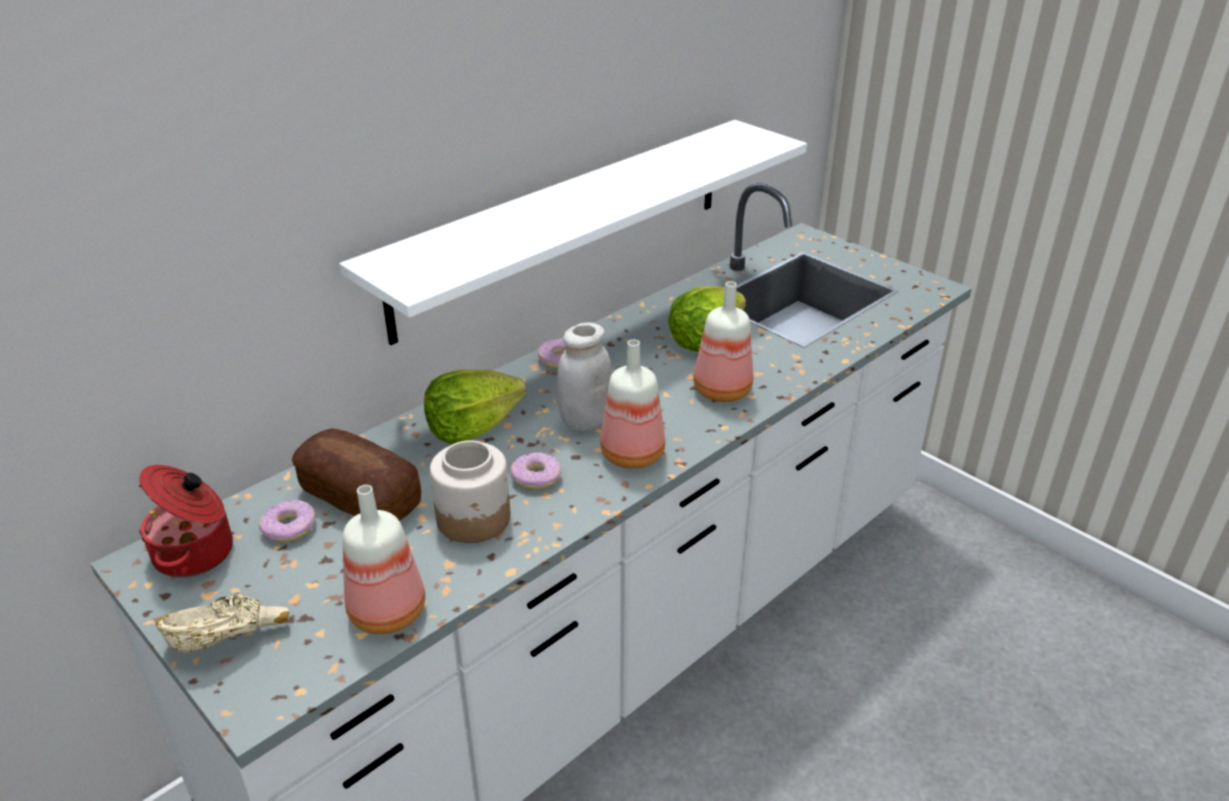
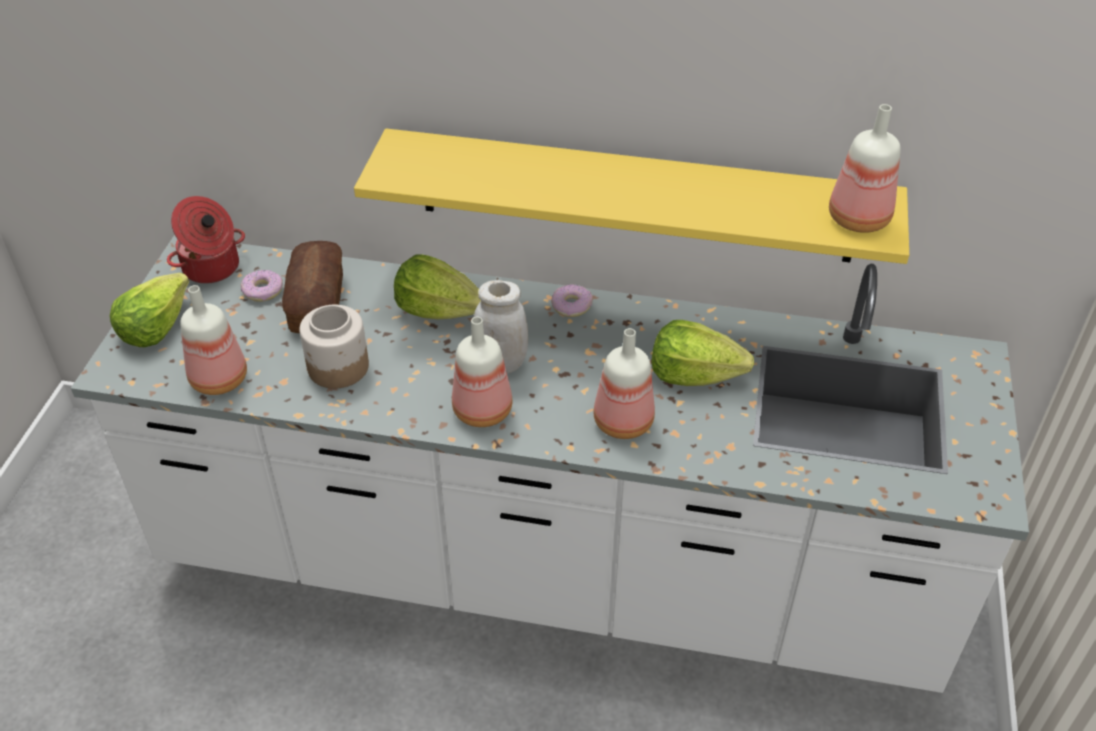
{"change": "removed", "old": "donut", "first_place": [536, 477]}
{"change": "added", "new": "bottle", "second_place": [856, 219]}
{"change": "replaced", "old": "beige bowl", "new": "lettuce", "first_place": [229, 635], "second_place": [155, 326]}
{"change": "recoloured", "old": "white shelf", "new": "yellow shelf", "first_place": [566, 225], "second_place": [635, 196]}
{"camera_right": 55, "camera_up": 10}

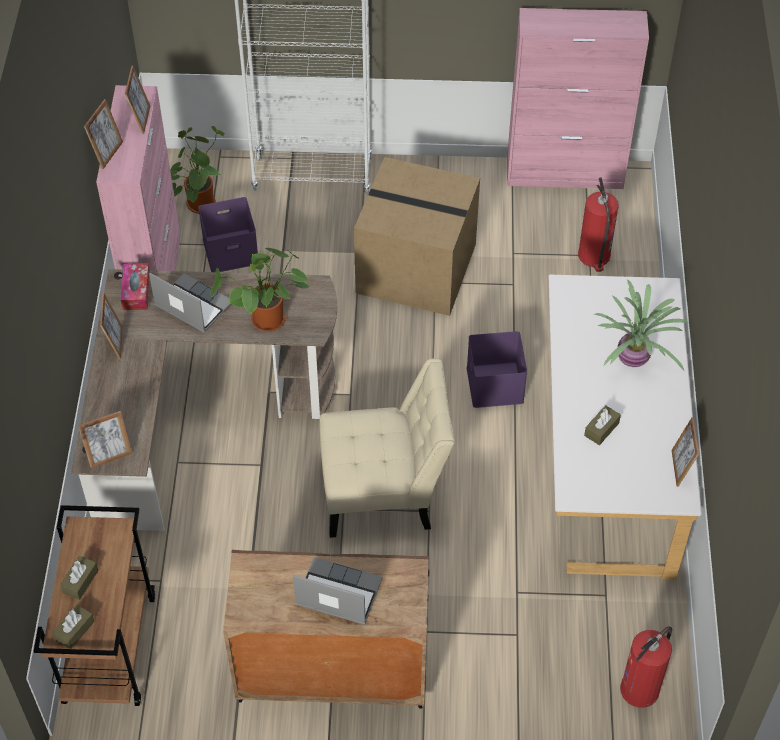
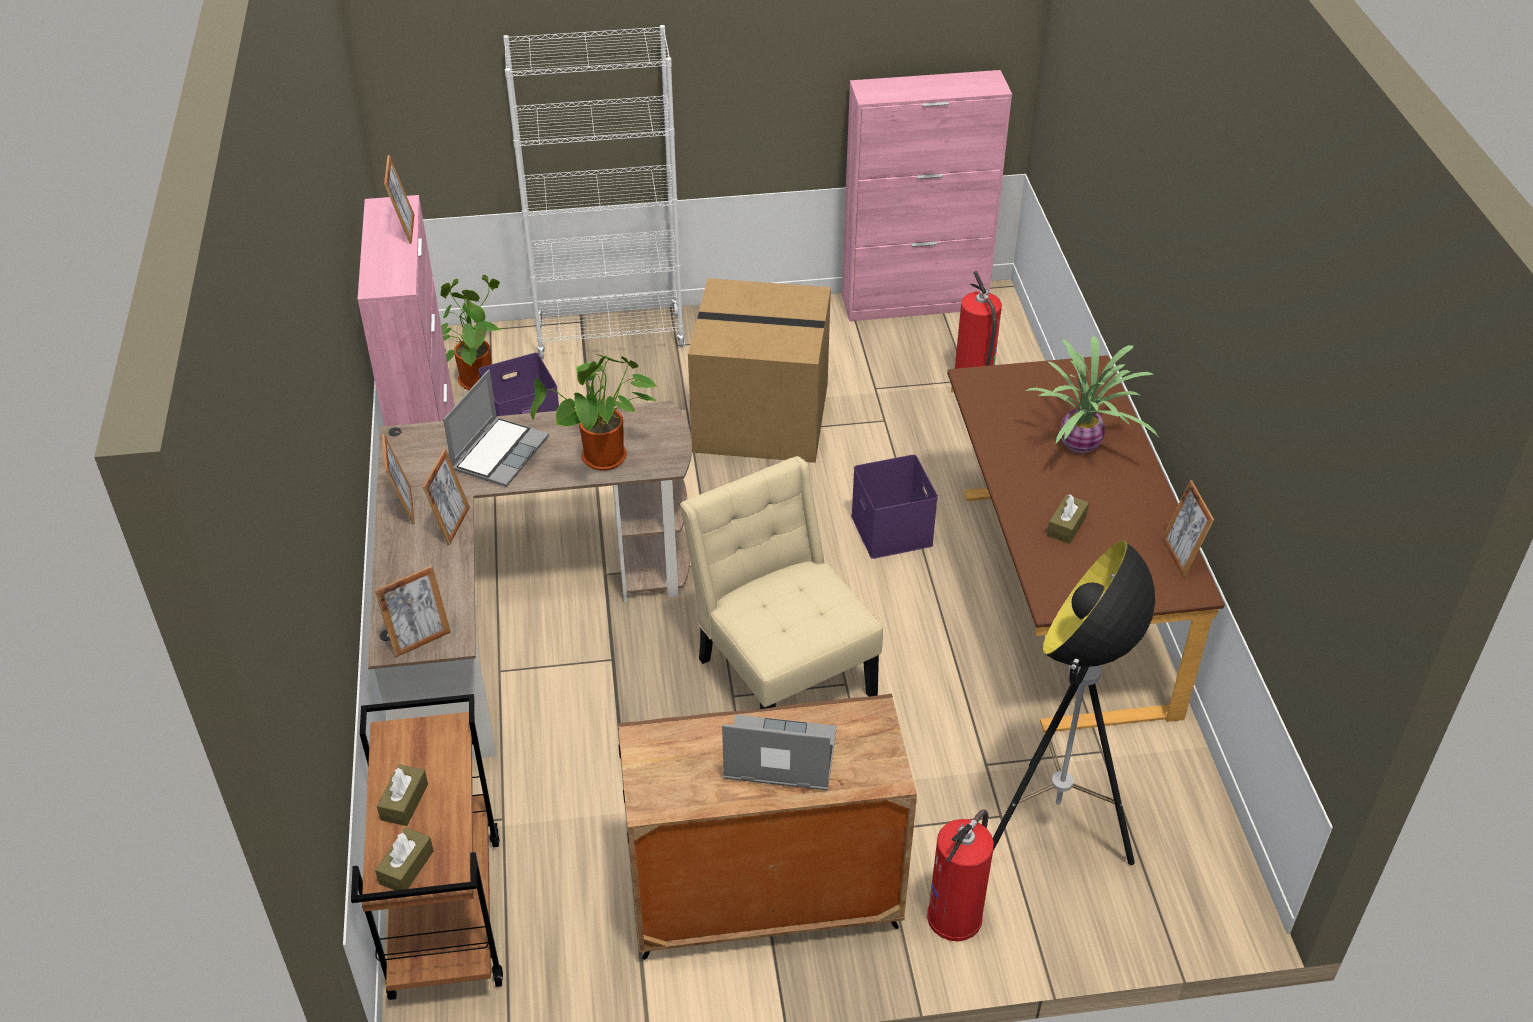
{"change": "removed", "old": "tissue box", "first_place": [136, 291]}
{"change": "added", "new": "floor lamp", "second_place": [1053, 832]}
{"change": "moved", "old": "picture frame", "first_place": [107, 153], "second_place": [451, 525]}
{"change": "moved", "old": "fire extinguisher", "first_place": [641, 688], "second_place": [956, 916]}
{"change": "recoloured", "old": "white desk", "new": "brown desk", "first_place": [607, 461], "second_place": [1055, 596]}
{"change": "turned", "old": "laptop", "first_place": [192, 305], "second_place": [500, 453], "degrees": 90}
{"change": "turned", "old": "beige chair", "first_place": [384, 492], "second_place": [782, 670], "degrees": -105}
{"camera_right": -10, "camera_up": -10}

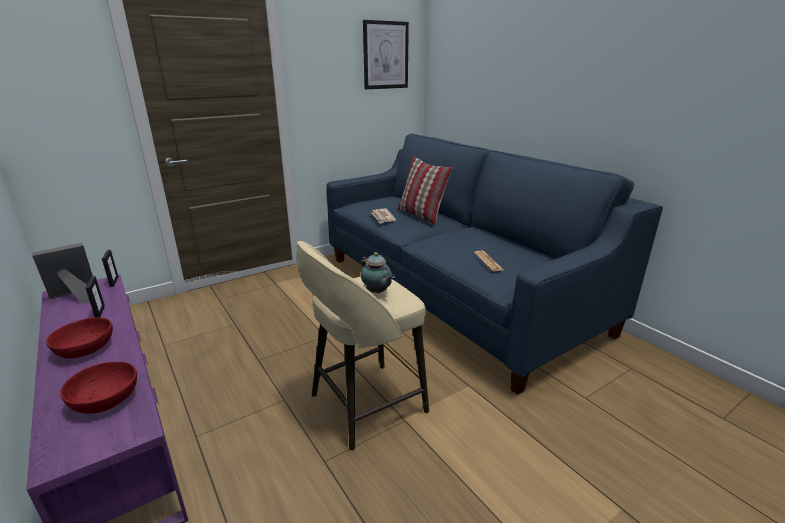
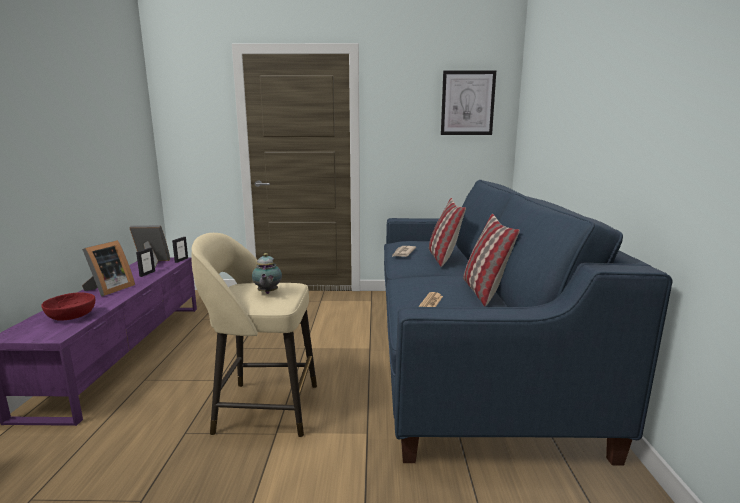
{"change": "added", "new": "pillow", "second_place": [483, 291]}
{"change": "replaced", "old": "red bowl", "new": "picture frame", "first_place": [85, 349], "second_place": [108, 290]}
{"camera_right": 35, "camera_up": -10}

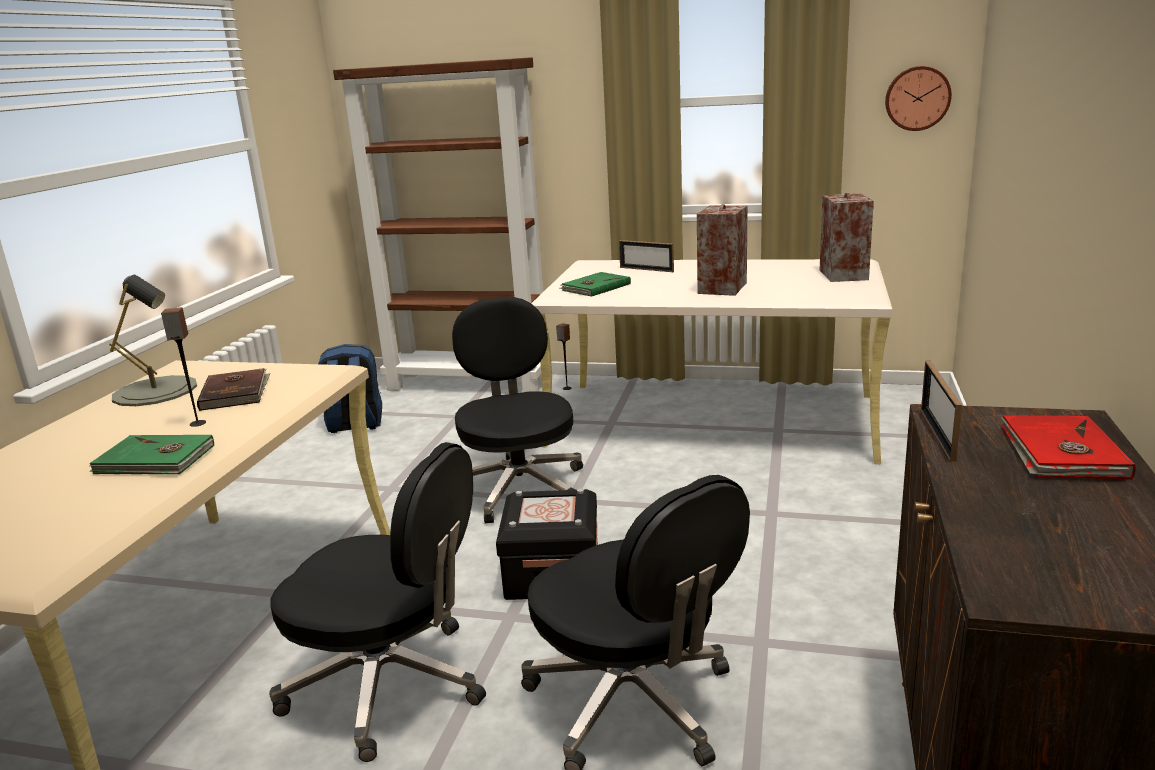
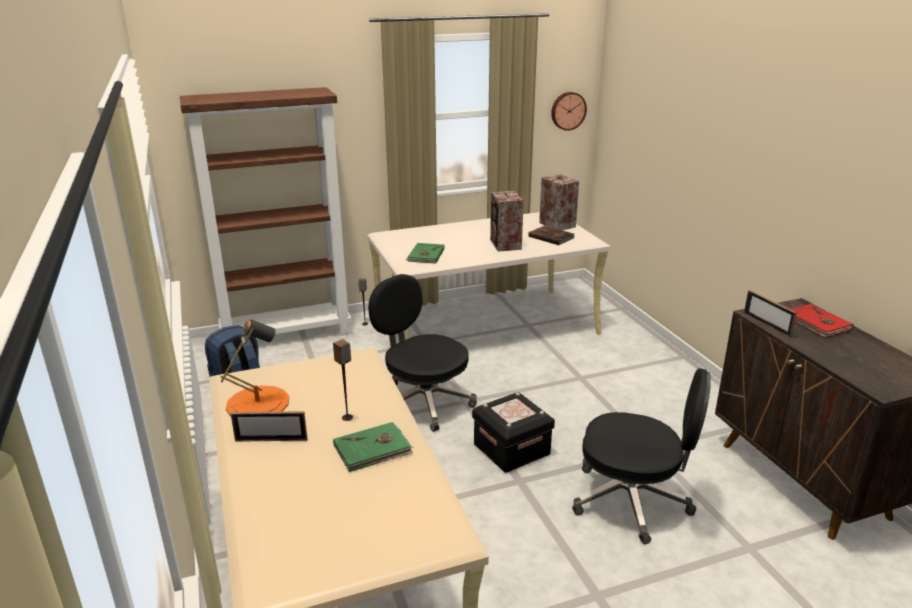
{"change": "removed", "old": "black office chair", "first_place": [390, 685]}
{"change": "moved", "old": "brown book", "first_place": [235, 392], "second_place": [551, 237]}
{"change": "moved", "old": "picture frame", "first_place": [646, 269], "second_place": [271, 440]}
{"change": "recoloured", "old": "grey table lamp", "new": "orange table lamp", "first_place": [155, 391], "second_place": [258, 403]}
{"camera_right": -35, "camera_up": 5}

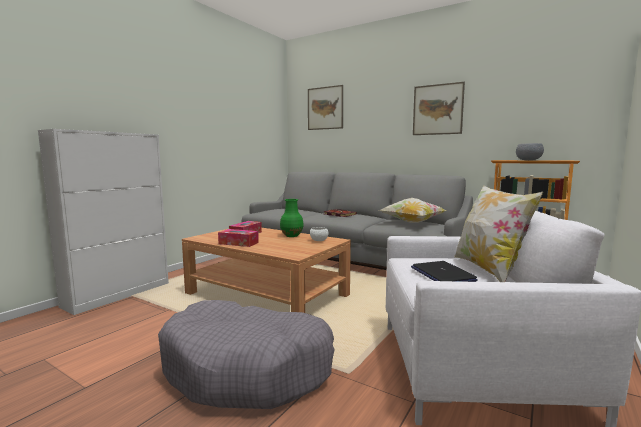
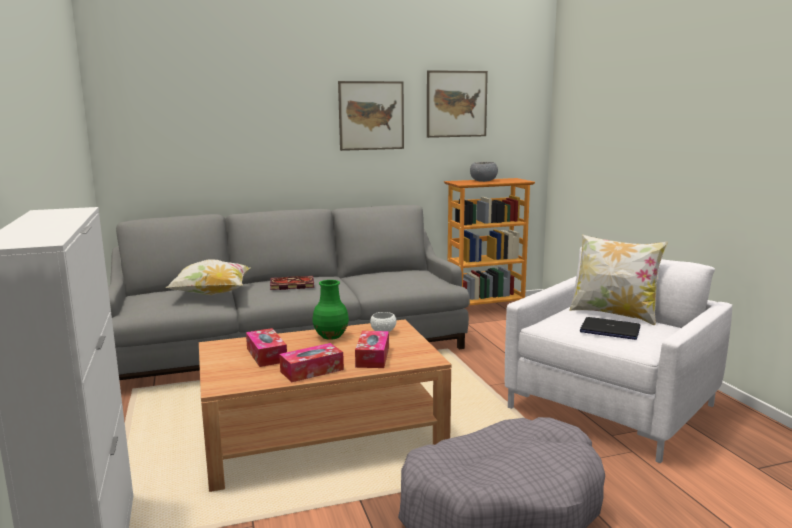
{"change": "added", "new": "tissue box", "second_place": [372, 357]}
{"change": "moved", "old": "picture", "first_place": [325, 108], "second_place": [456, 104]}
{"change": "moved", "old": "pillow", "first_place": [412, 222], "second_place": [212, 294]}
{"camera_right": -50, "camera_up": 5}

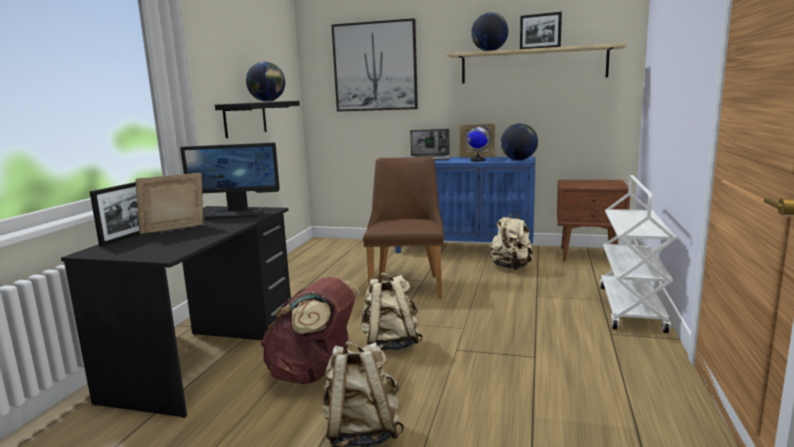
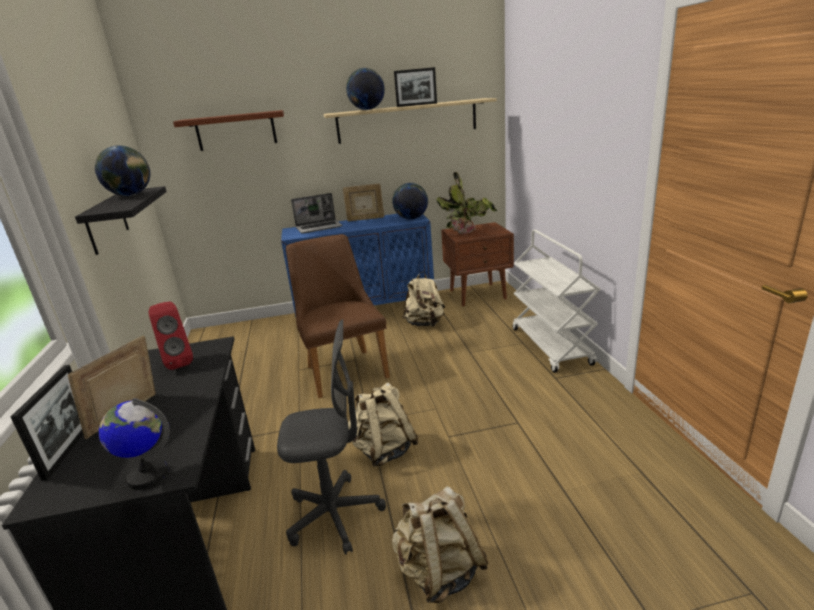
{"change": "added", "new": "potted plant", "second_place": [469, 232]}
{"change": "moved", "old": "globe", "first_place": [477, 160], "second_place": [148, 475]}
{"change": "replaced", "old": "monitor", "new": "red speaker", "first_place": [236, 213], "second_place": [178, 362]}
{"change": "replaced", "old": "brown backpack", "new": "grey office chair", "first_place": [313, 373], "second_place": [335, 515]}
{"change": "replaced", "old": "picture", "new": "brown shelf", "first_place": [375, 66], "second_place": [236, 131]}
{"camera_right": -25, "camera_up": 10}

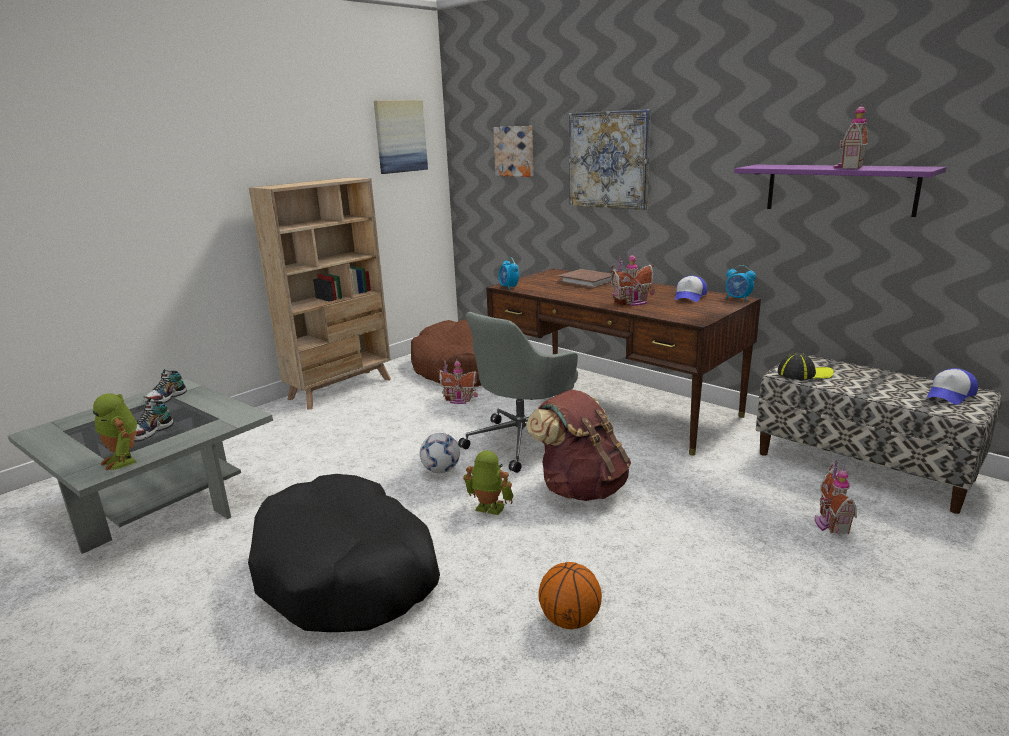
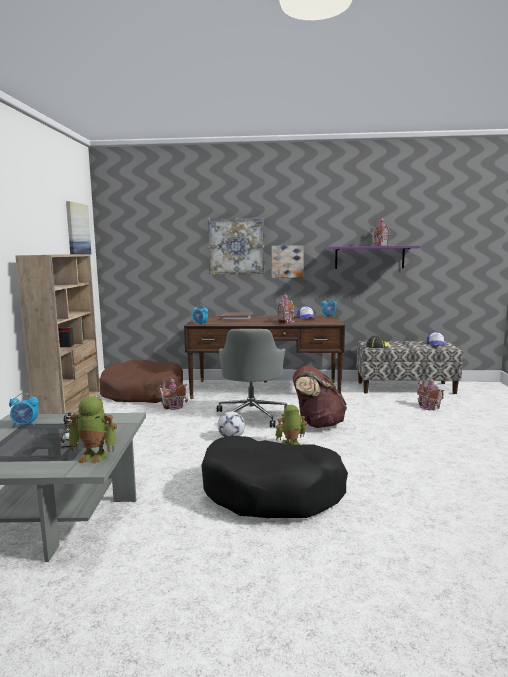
{"change": "removed", "old": "basketball", "first_place": [570, 620]}
{"change": "moved", "old": "picture", "first_place": [515, 151], "second_place": [287, 261]}
{"change": "replaced", "old": "shoe", "new": "alarm clock", "first_place": [166, 398], "second_place": [25, 425]}
{"camera_right": -40, "camera_up": -10}

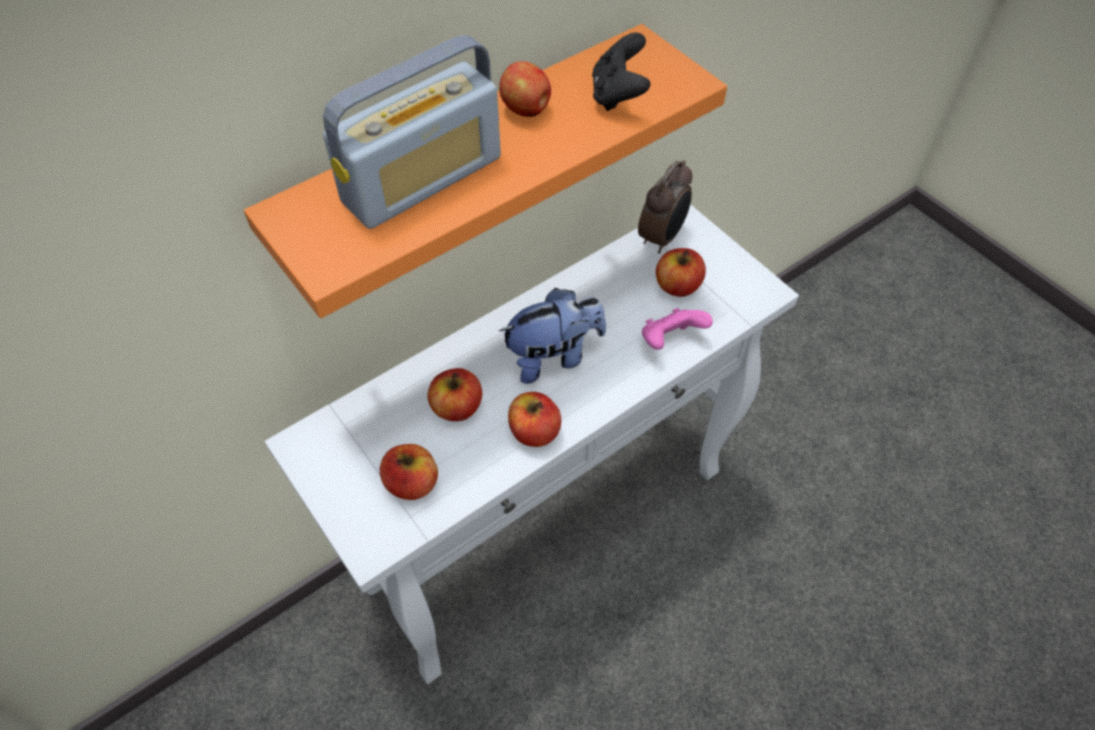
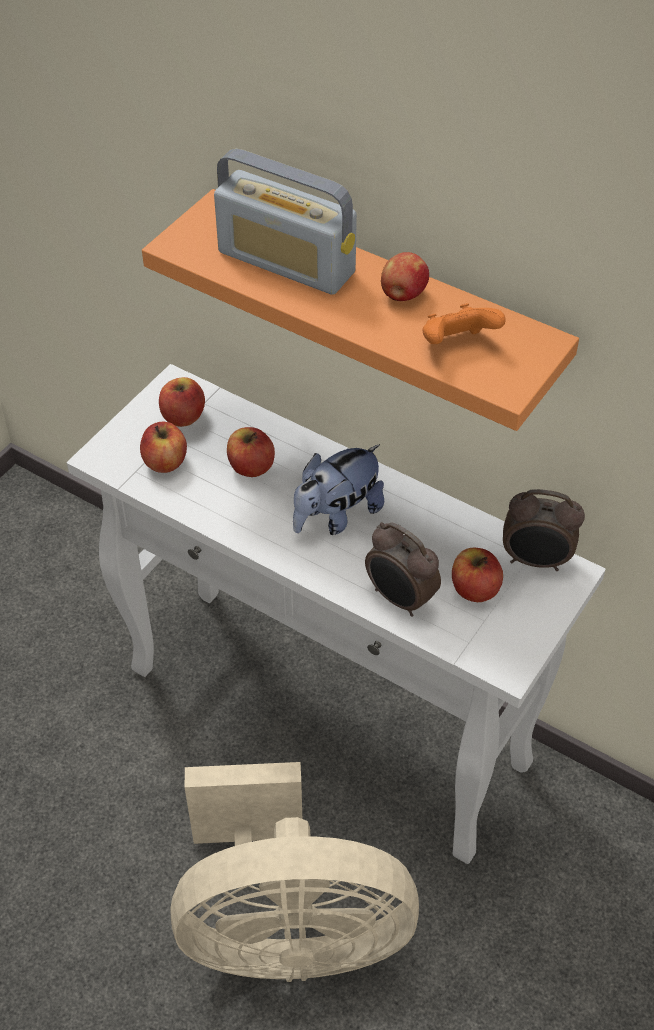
{"change": "added", "new": "beige fan", "second_place": [287, 931]}
{"change": "moved", "old": "apple", "first_place": [534, 432], "second_place": [183, 416]}
{"change": "replaced", "old": "pink game controller", "new": "alarm clock", "first_place": [670, 340], "second_place": [400, 599]}
{"change": "recoloured", "old": "black game controller", "new": "orange game controller", "first_place": [618, 95], "second_place": [457, 345]}
{"change": "turned", "old": "plush toy", "first_place": [553, 356], "second_place": [337, 515], "degrees": 90}
{"camera_right": 70, "camera_up": -5}

